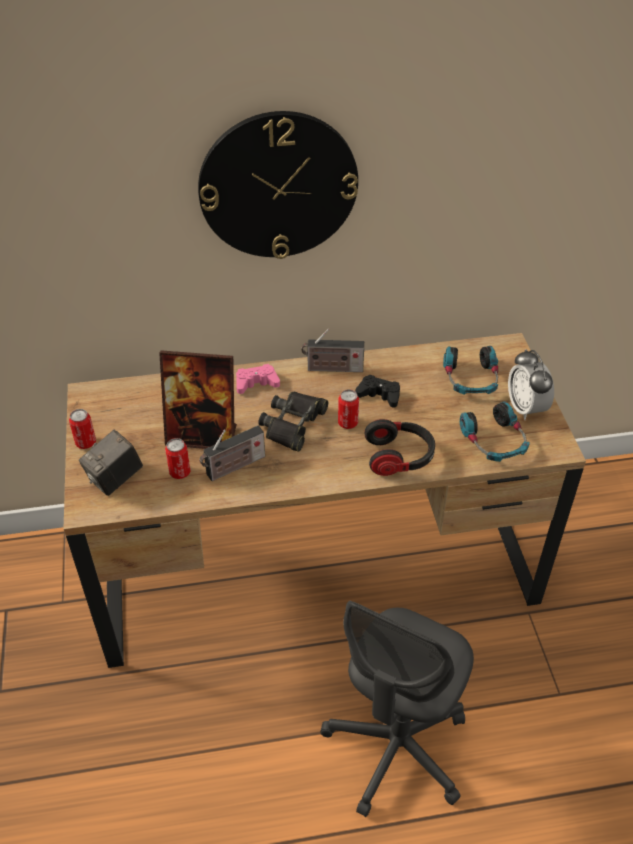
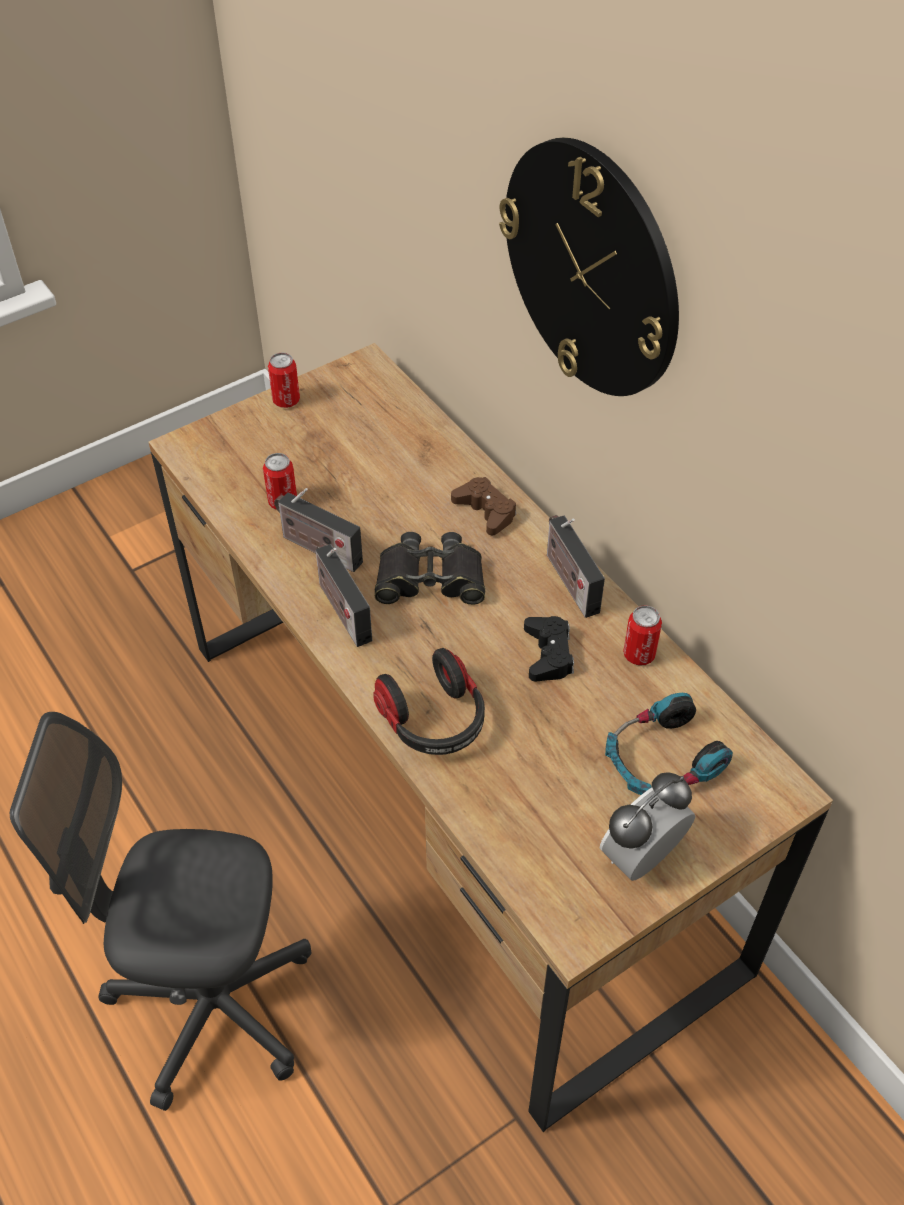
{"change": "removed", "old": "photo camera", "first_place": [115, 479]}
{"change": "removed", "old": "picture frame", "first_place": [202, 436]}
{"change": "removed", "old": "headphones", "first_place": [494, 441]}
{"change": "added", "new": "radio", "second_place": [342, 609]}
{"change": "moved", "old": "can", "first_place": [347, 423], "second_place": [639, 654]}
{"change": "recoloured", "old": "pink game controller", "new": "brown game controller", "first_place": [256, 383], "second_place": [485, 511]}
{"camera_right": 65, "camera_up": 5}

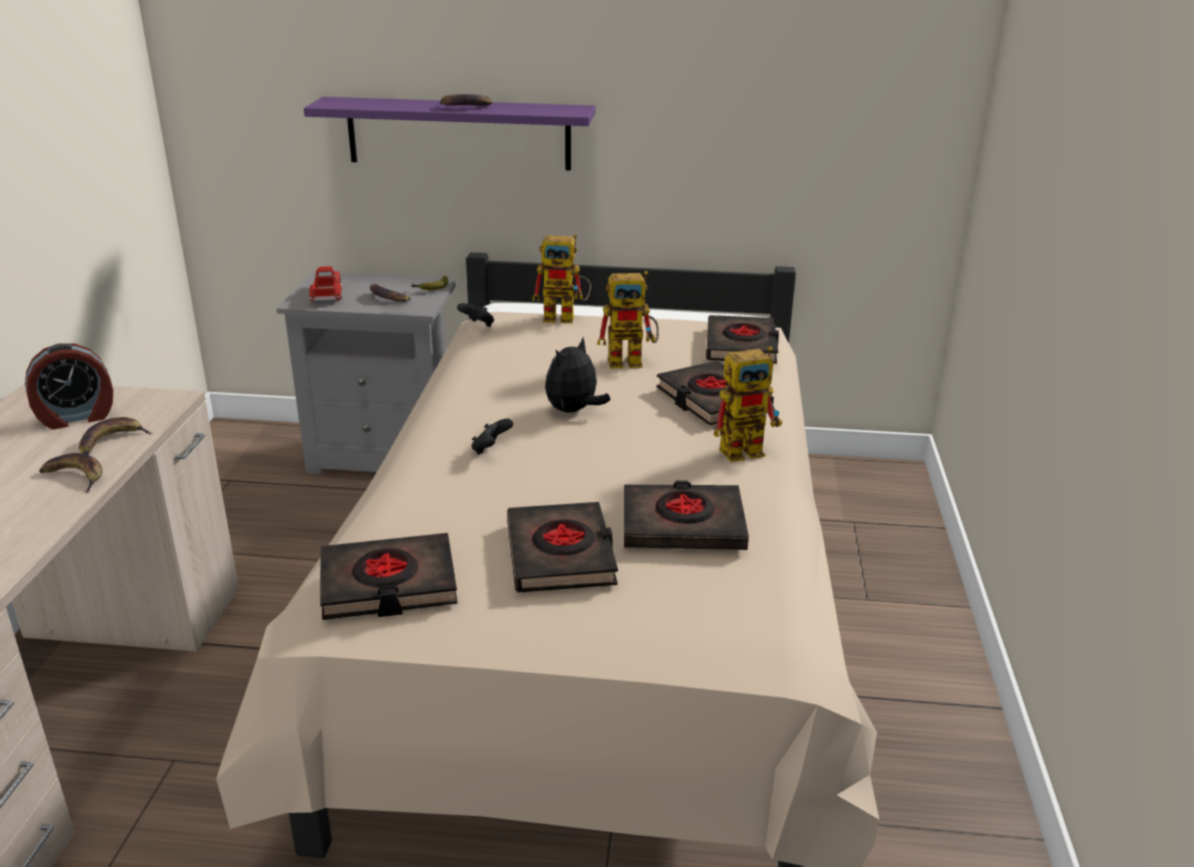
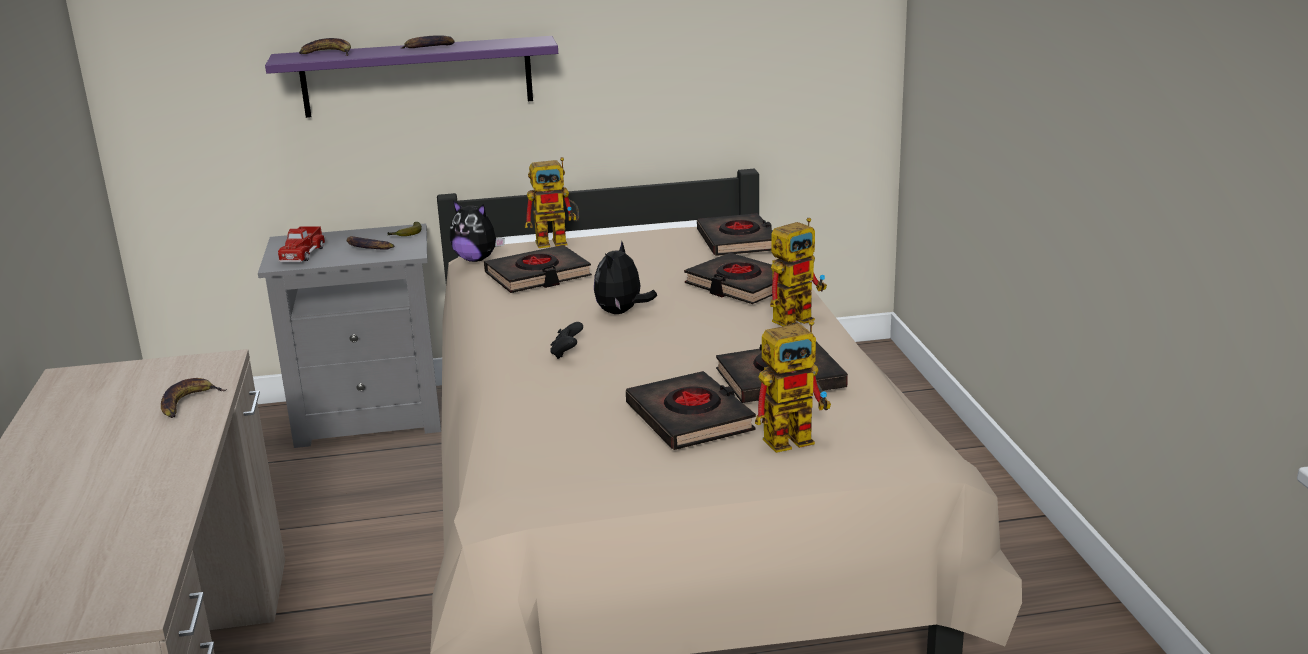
{"change": "removed", "old": "alarm clock", "first_place": [76, 417]}
{"change": "moved", "old": "banana", "first_place": [76, 476], "second_place": [328, 53]}
{"change": "moved", "old": "black book", "first_place": [388, 585], "second_place": [538, 276]}
{"change": "moved", "old": "toy robot", "first_place": [633, 361], "second_place": [796, 437]}
{"change": "replaced", "old": "black game controller", "new": "plush toy", "first_place": [478, 325], "second_place": [476, 259]}
{"change": "turned", "old": "toy truck", "first_place": [327, 294], "second_place": [302, 254], "degrees": -150}
{"camera_right": -15, "camera_up": -5}

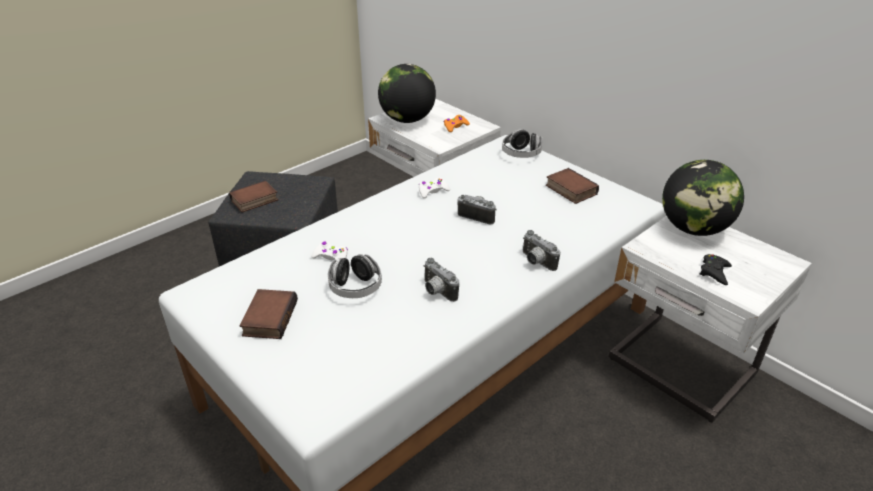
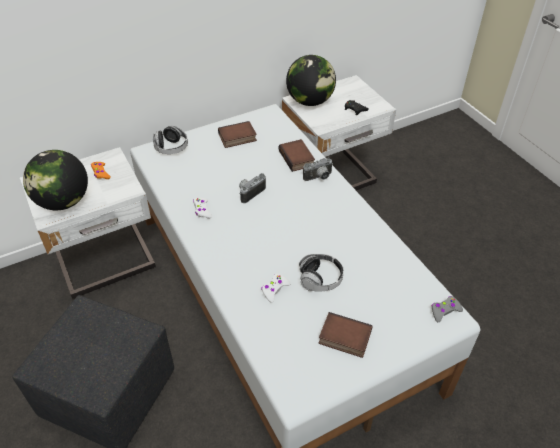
{"change": "removed", "old": "photo camera", "first_place": [436, 291]}
{"change": "added", "new": "grey game controller", "second_place": [444, 311]}
{"change": "moved", "old": "book", "first_place": [254, 201], "second_place": [297, 158]}
{"camera_right": -75, "camera_up": 10}

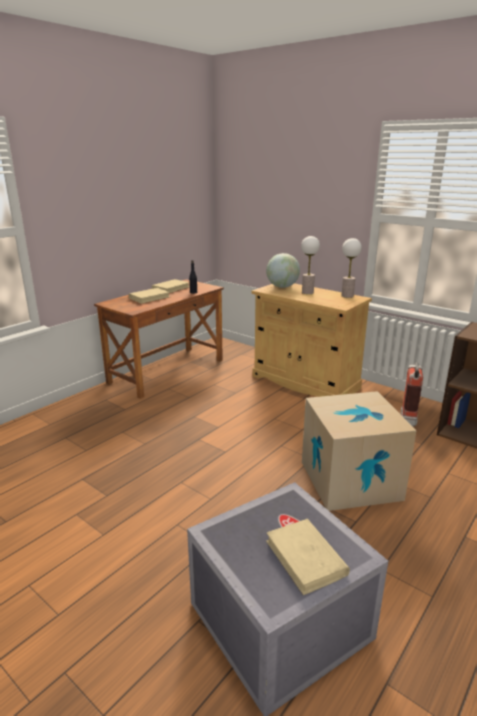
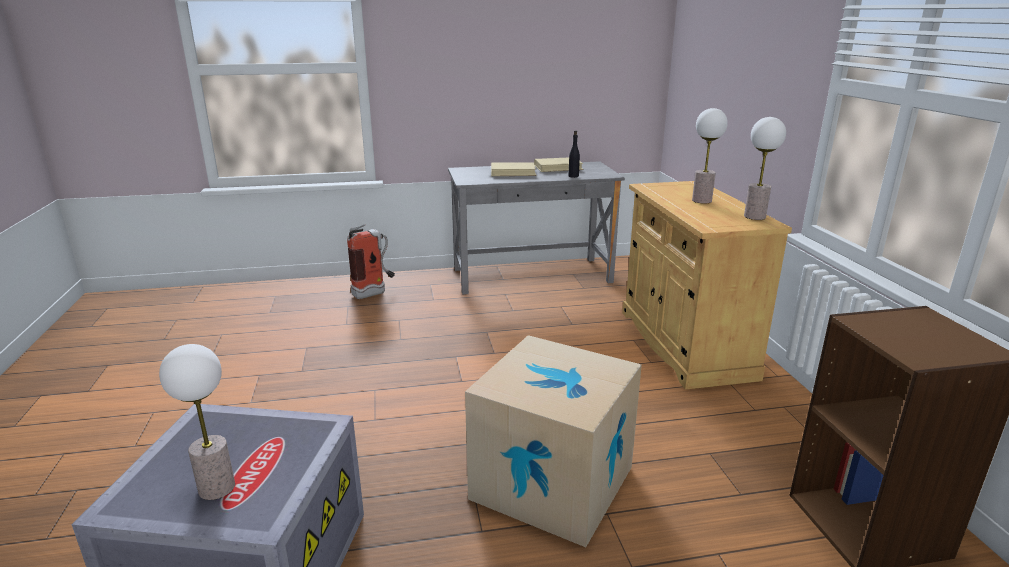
{"change": "removed", "old": "globe", "first_place": [282, 287]}
{"change": "moved", "old": "fire extinguisher", "first_place": [407, 417], "second_place": [374, 293]}
{"change": "replaced", "old": "beige book", "new": "table lamp", "first_place": [306, 558], "second_place": [217, 488]}
{"change": "recoloured", "old": "brown desk", "new": "grey desk", "first_place": [167, 371], "second_place": [531, 275]}
{"camera_right": 40, "camera_up": 0}

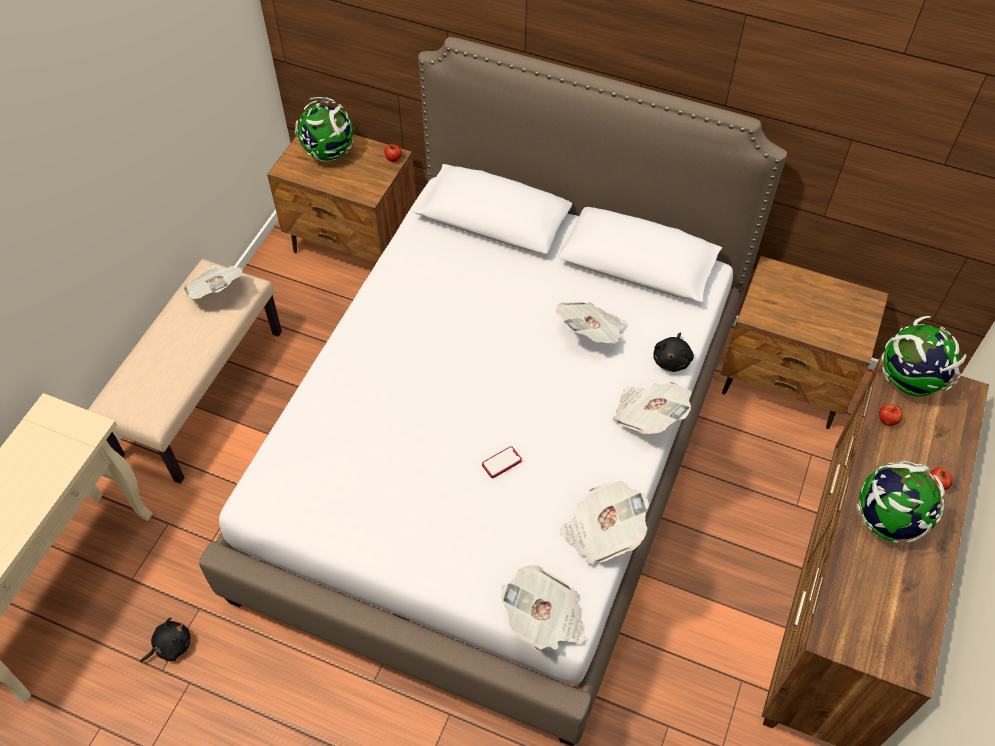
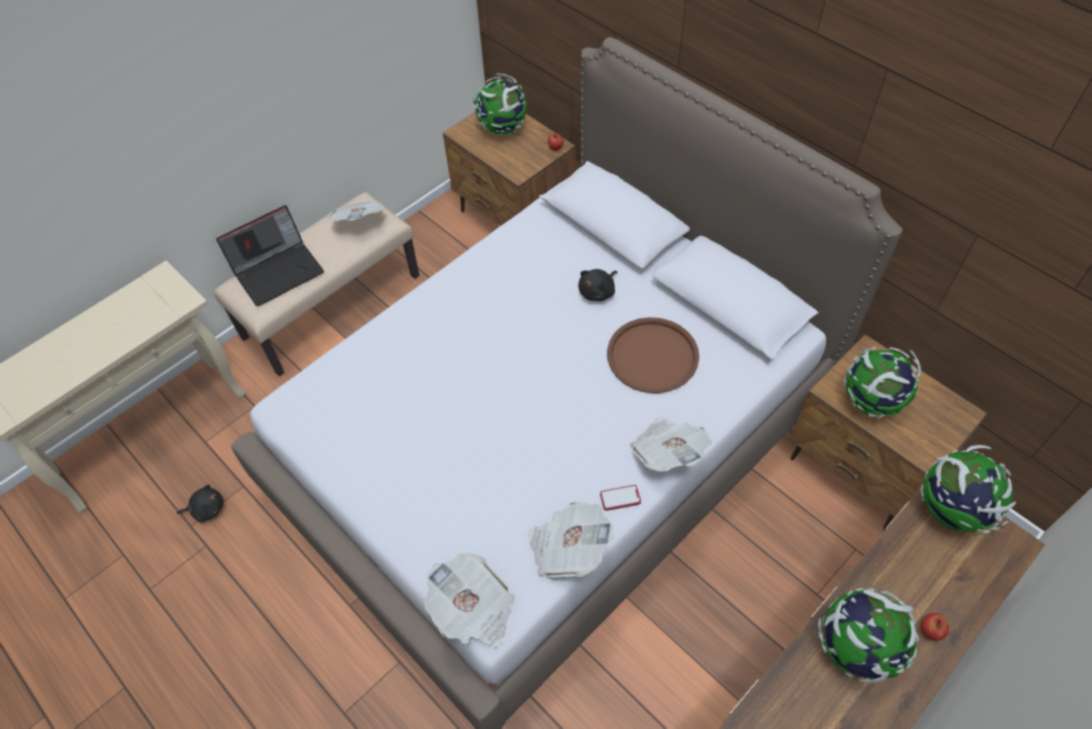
{"change": "removed", "old": "apple", "first_place": [887, 420]}
{"change": "added", "new": "laptop", "second_place": [279, 270]}
{"change": "added", "new": "globe", "second_place": [872, 401]}
{"change": "moved", "old": "phone", "first_place": [501, 462], "second_place": [620, 498]}
{"change": "moved", "old": "black plush toy", "first_place": [672, 359], "second_place": [598, 292]}
{"change": "replaced", "old": "newspaper", "new": "brown tray", "first_place": [592, 333], "second_place": [652, 356]}
{"camera_right": 25, "camera_up": 0}

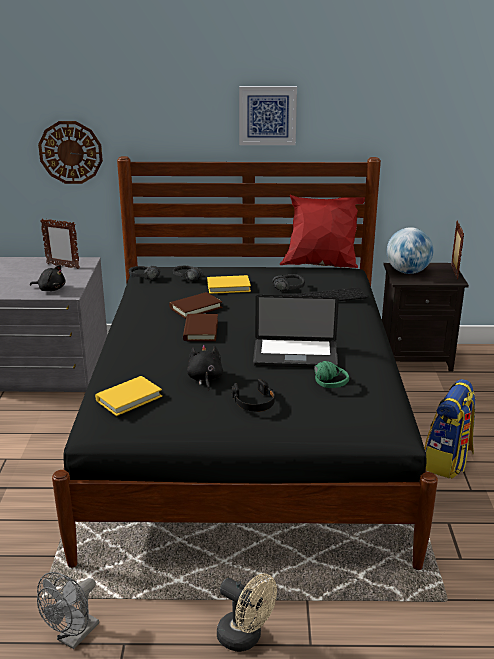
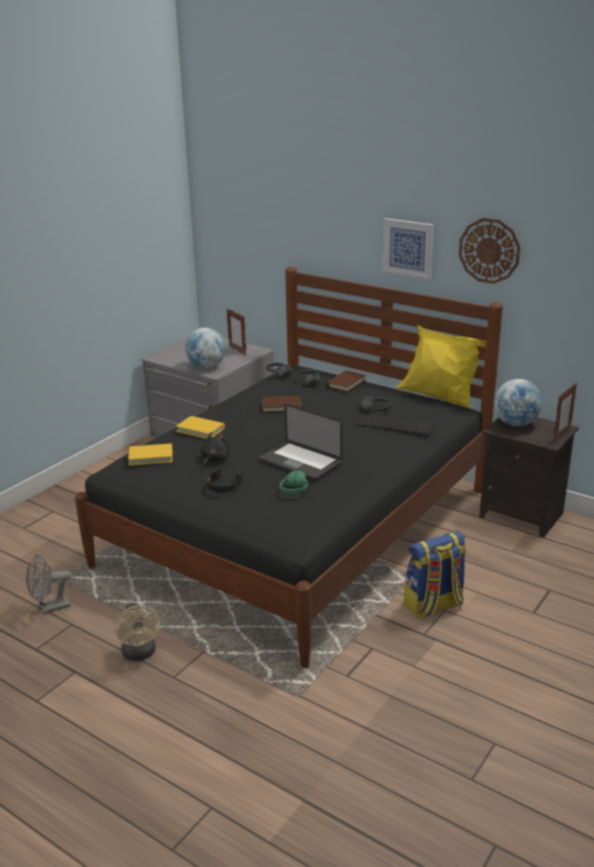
{"change": "moved", "old": "wall clock", "first_place": [70, 152], "second_place": [489, 250]}
{"change": "moved", "old": "brown book", "first_place": [200, 330], "second_place": [346, 383]}
{"change": "moved", "old": "yellow book", "first_place": [228, 287], "second_place": [200, 430]}
{"change": "replaced", "old": "black plush toy", "new": "globe", "first_place": [50, 289], "second_place": [207, 367]}
{"change": "recoloured", "old": "red pillow", "new": "yellow pillow", "first_place": [321, 265], "second_place": [440, 398]}
{"camera_right": 35, "camera_up": 0}

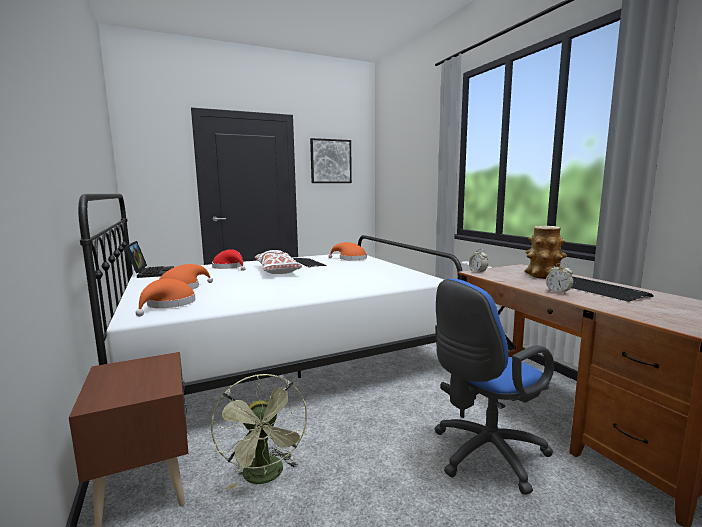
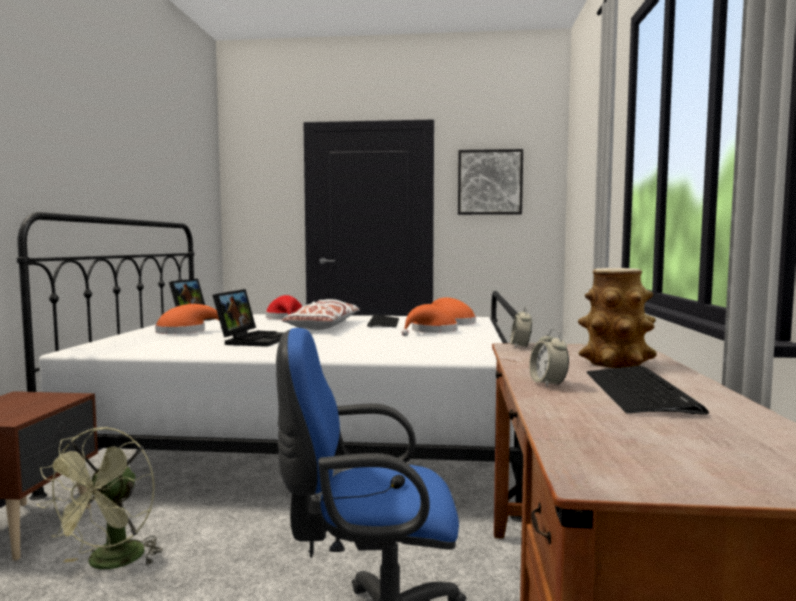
{"change": "added", "new": "laptop", "second_place": [253, 340]}
{"change": "moved", "old": "orange hat", "first_place": [169, 305], "second_place": [431, 332]}
{"camera_right": 30, "camera_up": -5}

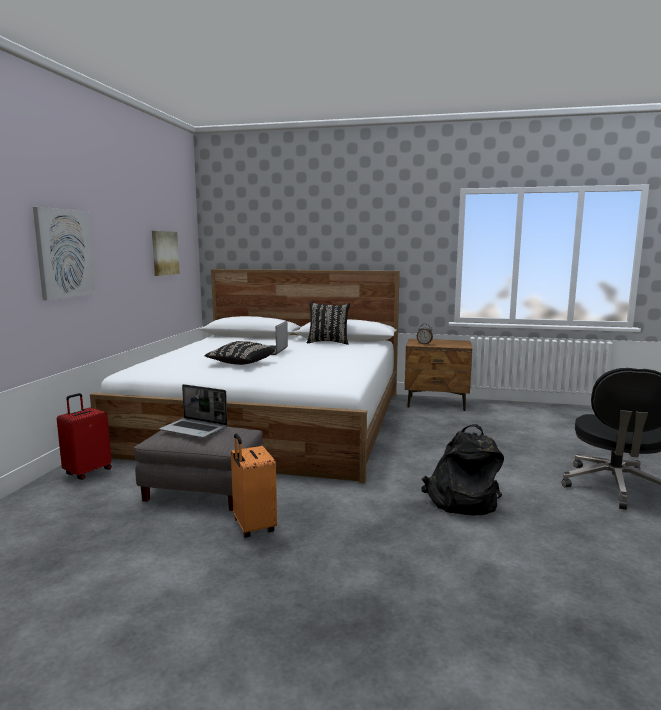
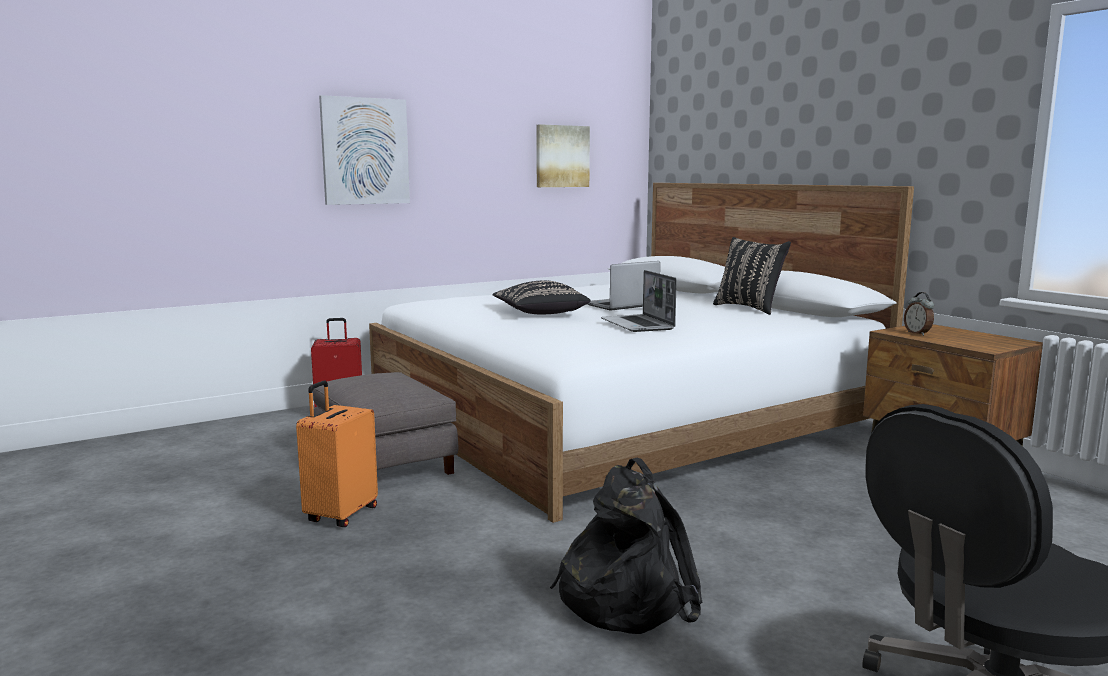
{"change": "moved", "old": "laptop", "first_place": [195, 429], "second_place": [638, 325]}
{"camera_right": 45, "camera_up": 0}

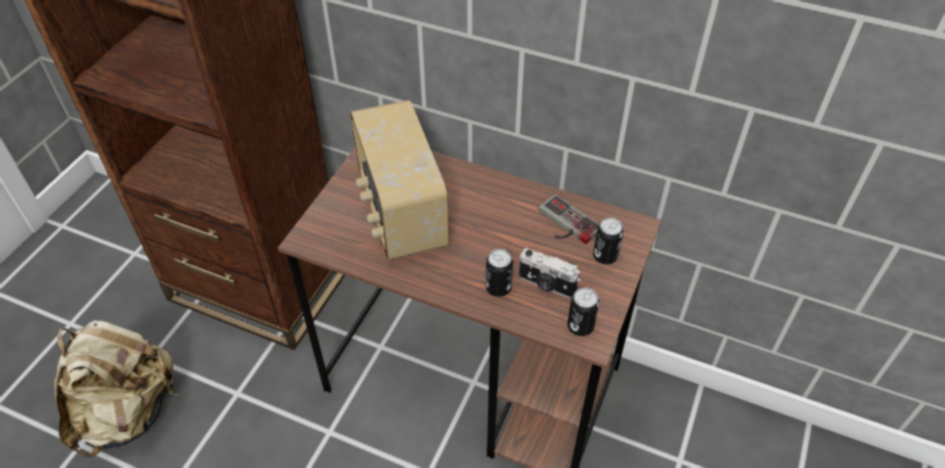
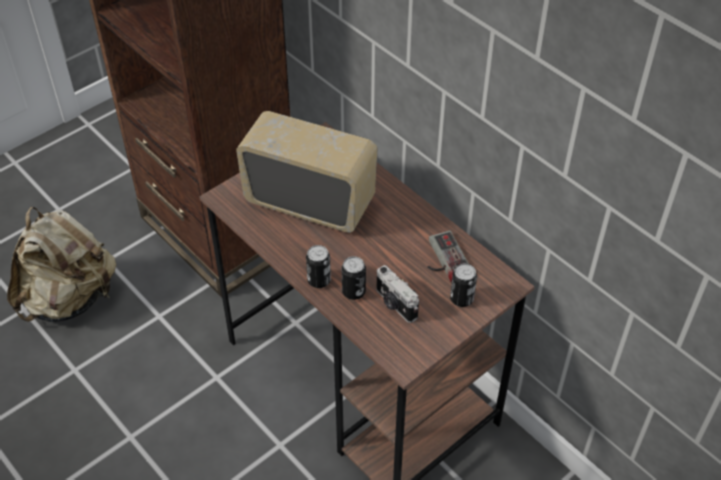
{"change": "moved", "old": "can", "first_place": [580, 326], "second_place": [319, 280]}
{"change": "turned", "old": "radio", "first_place": [400, 213], "second_place": [310, 202], "degrees": 105}
{"camera_right": 25, "camera_up": 0}

